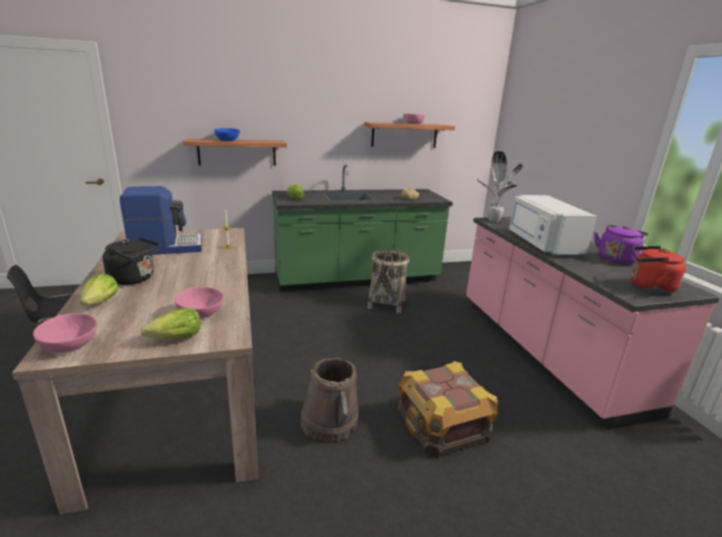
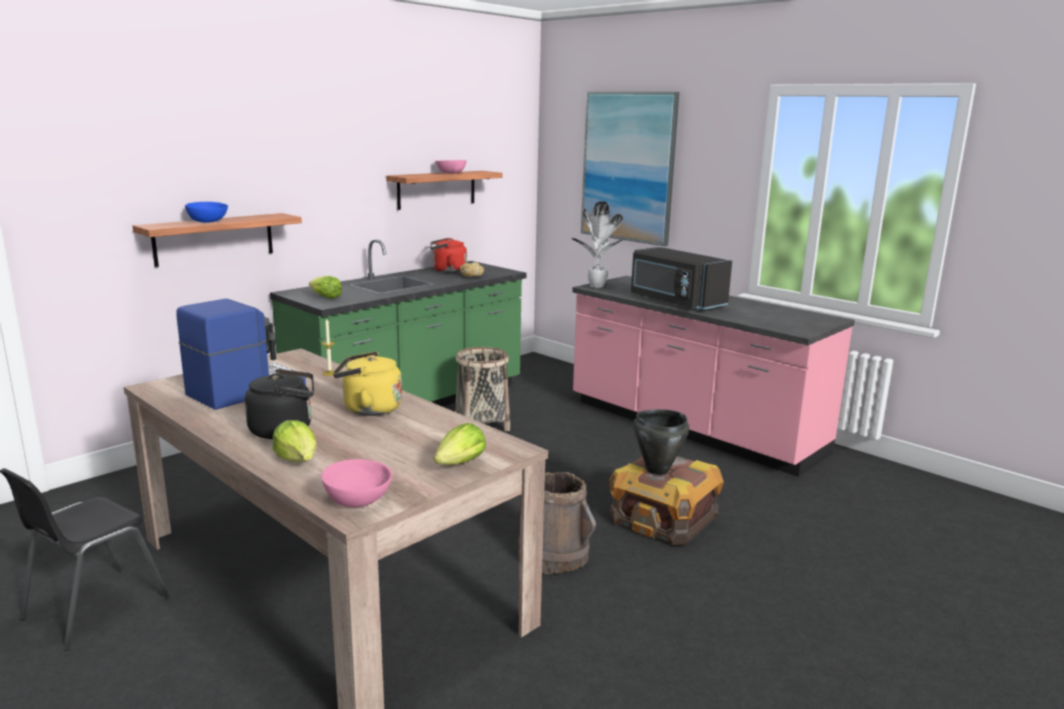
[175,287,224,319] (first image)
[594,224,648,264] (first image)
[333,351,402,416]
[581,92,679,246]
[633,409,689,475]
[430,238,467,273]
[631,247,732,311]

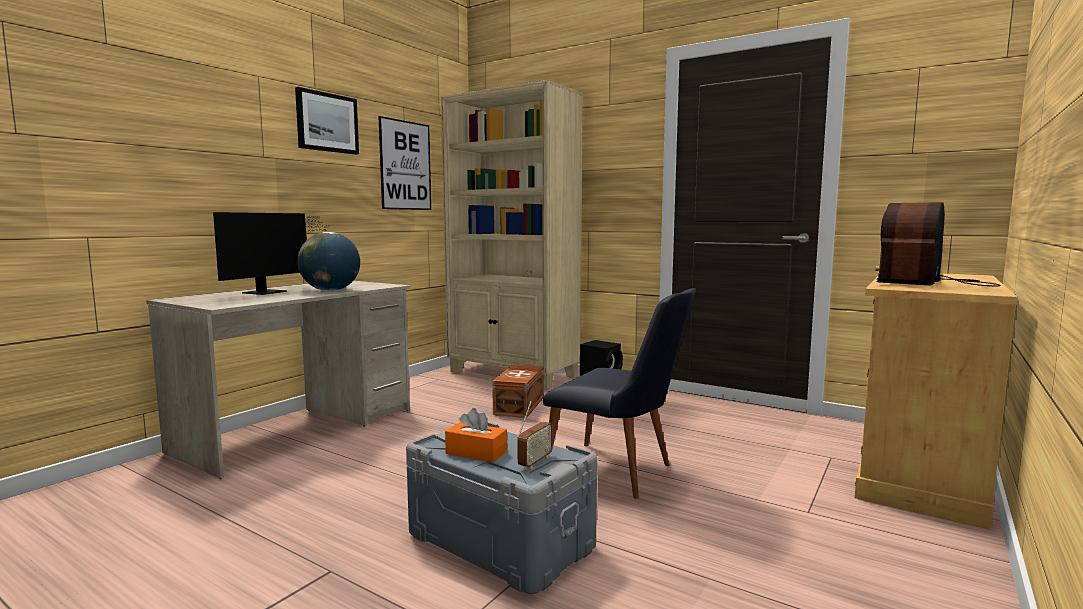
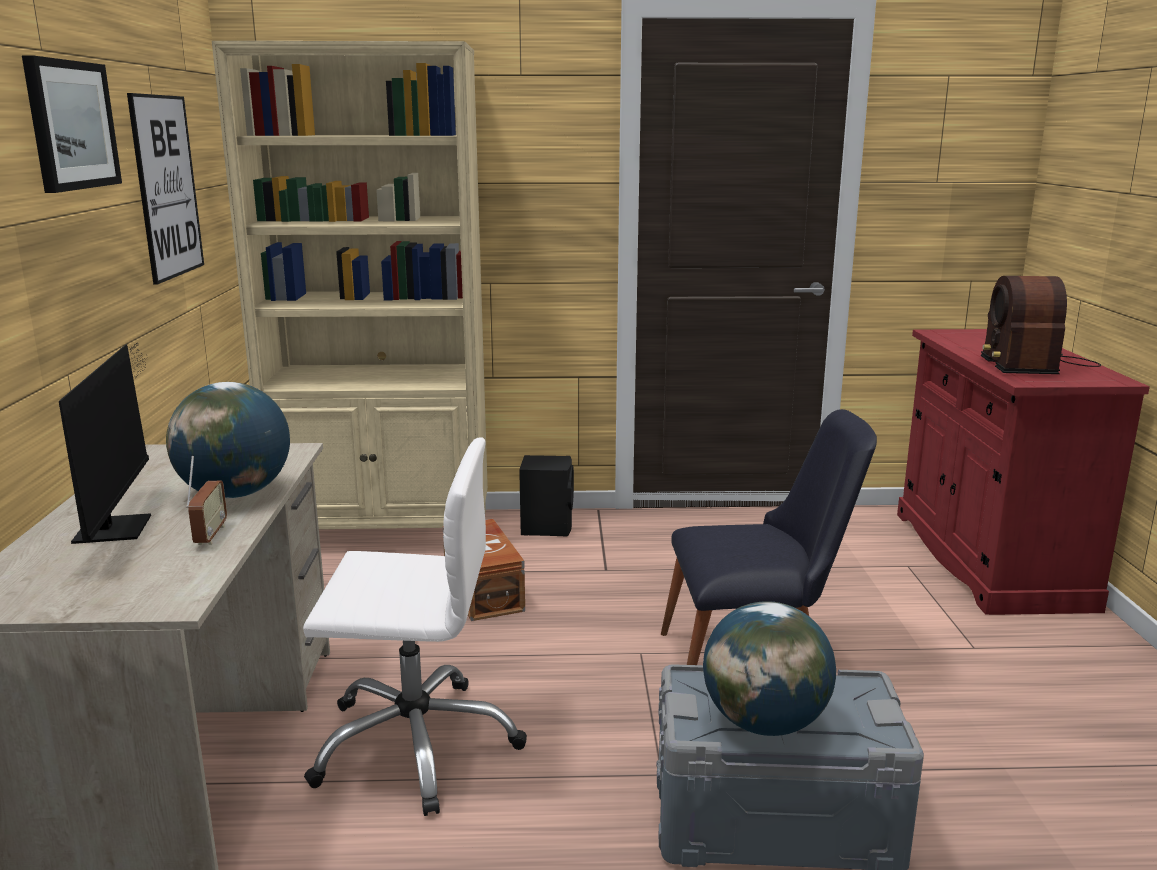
[303,437,527,816]
[186,456,227,545]
[703,601,836,736]
[897,329,1150,615]

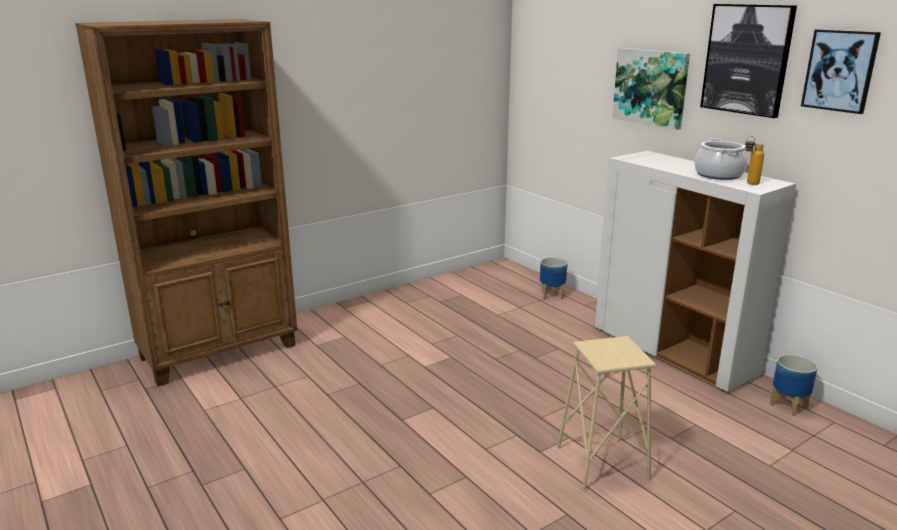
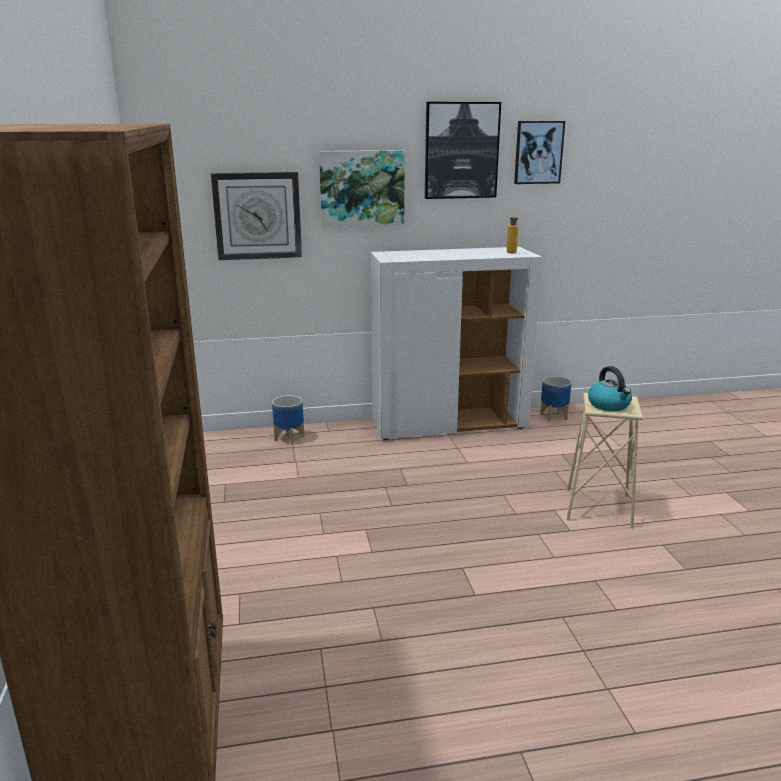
[695,139,747,180] (first image)
[211,172,302,260]
[588,366,632,411]

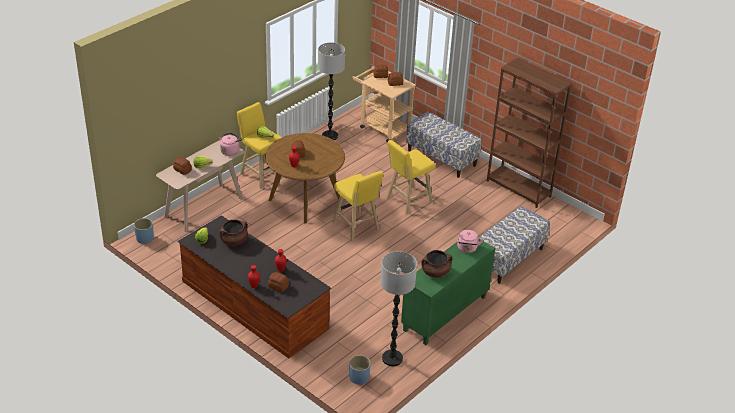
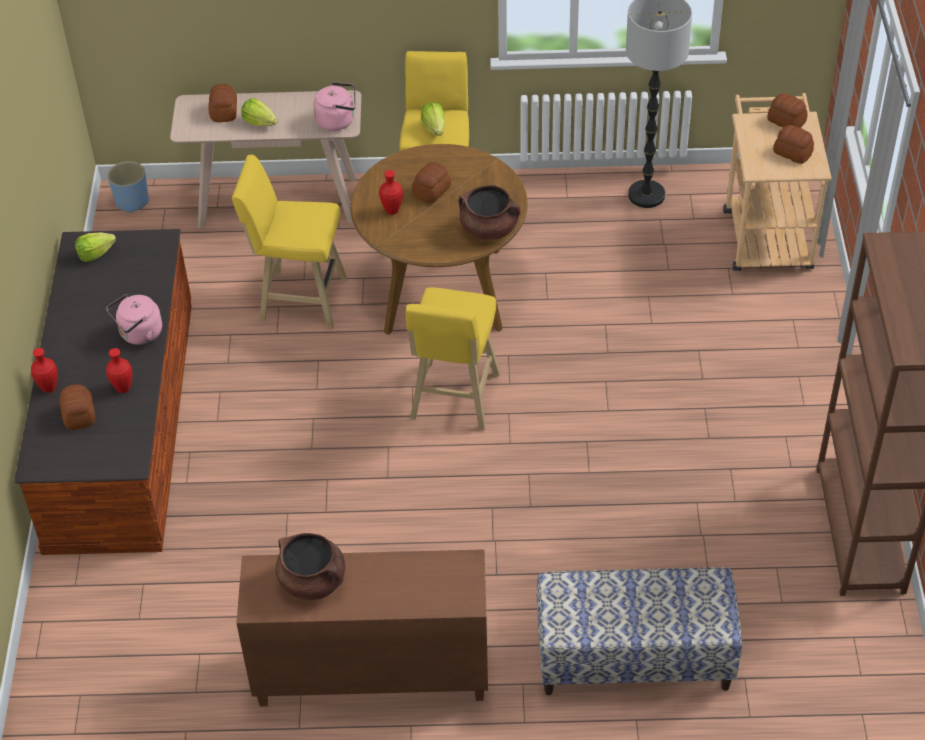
[349,355,371,385] (first image)
[381,251,417,366] (first image)
[406,112,482,178] (first image)
[459,185,520,240]
[232,155,347,329]
[106,294,162,345]
[236,549,488,706]

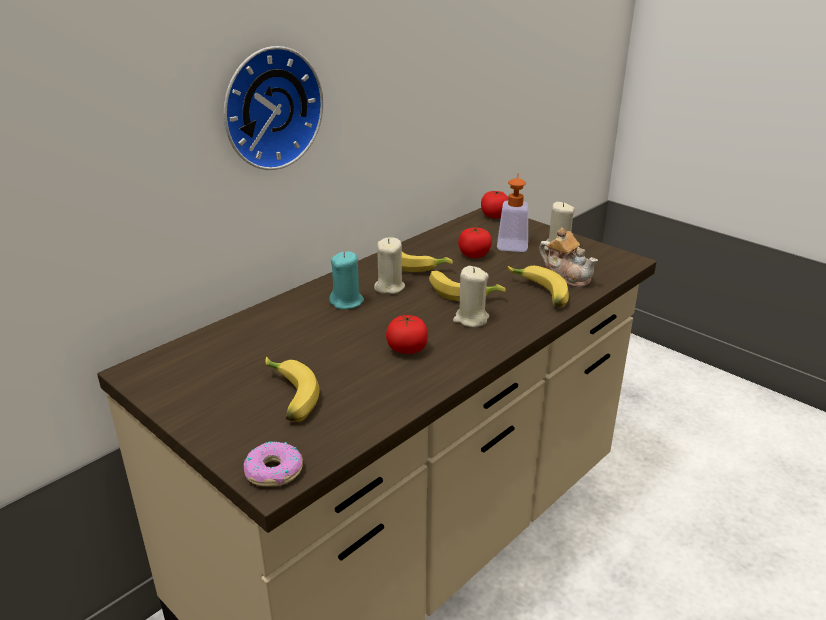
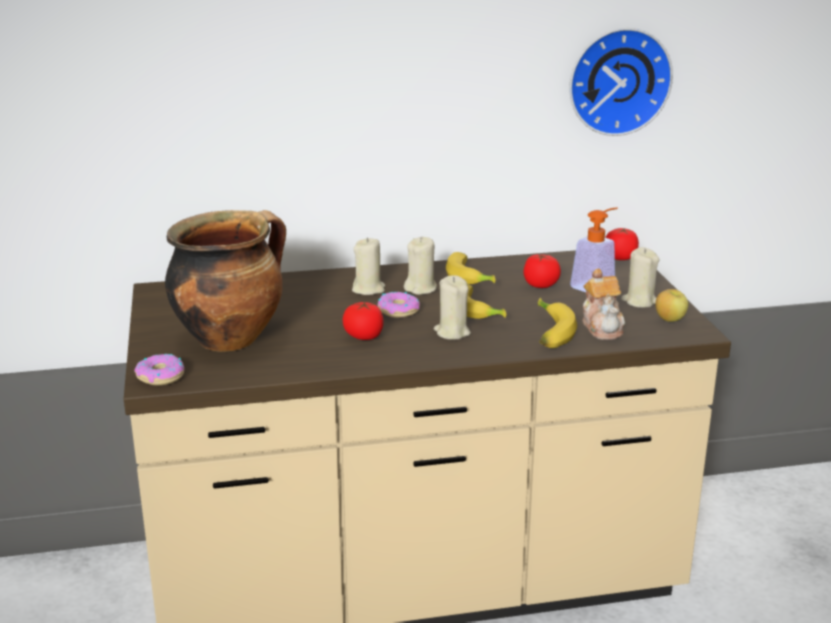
[378,292,420,318]
[655,289,688,322]
[569,28,673,136]
[165,210,286,352]
[352,237,385,295]

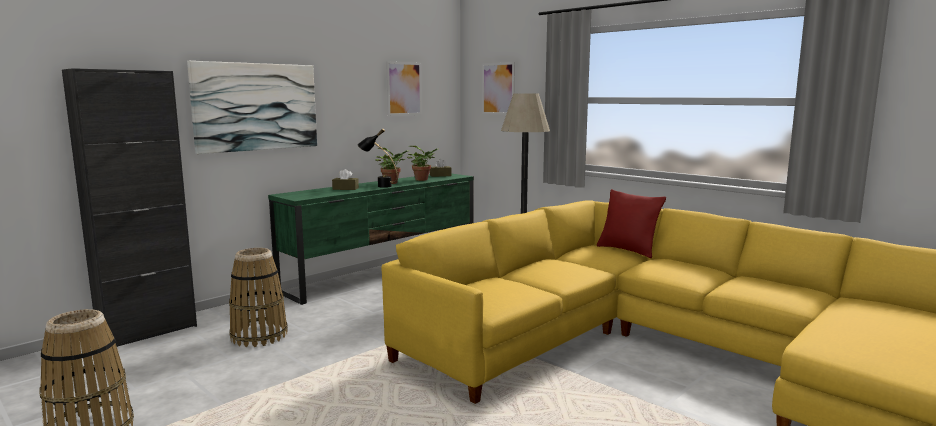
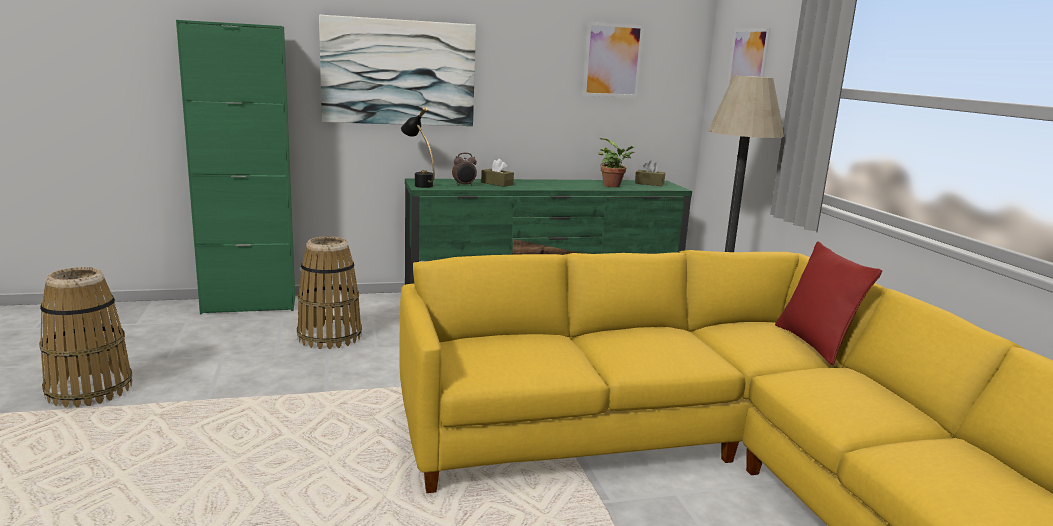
[375,148,409,184] (first image)
[452,153,477,186]
[401,107,435,188]
[176,20,295,314]

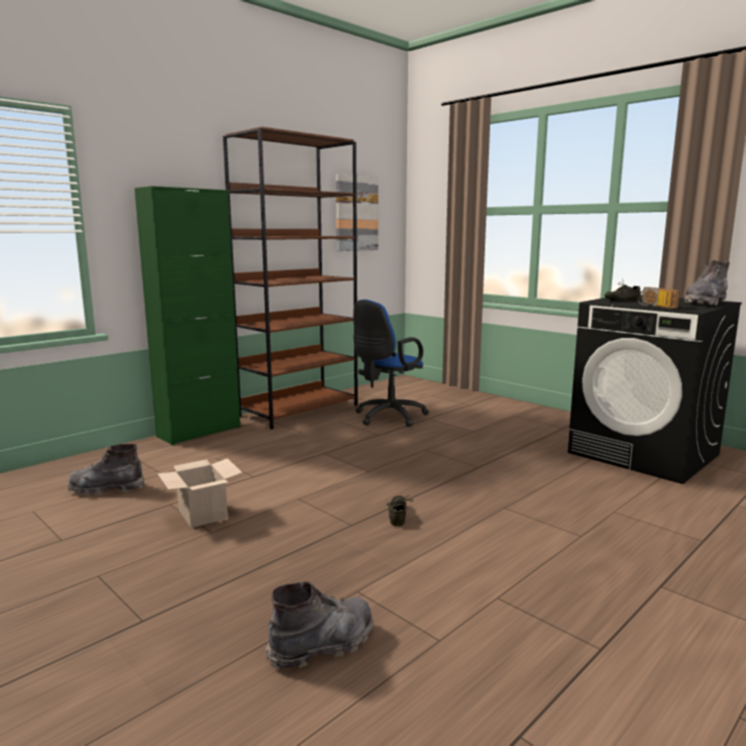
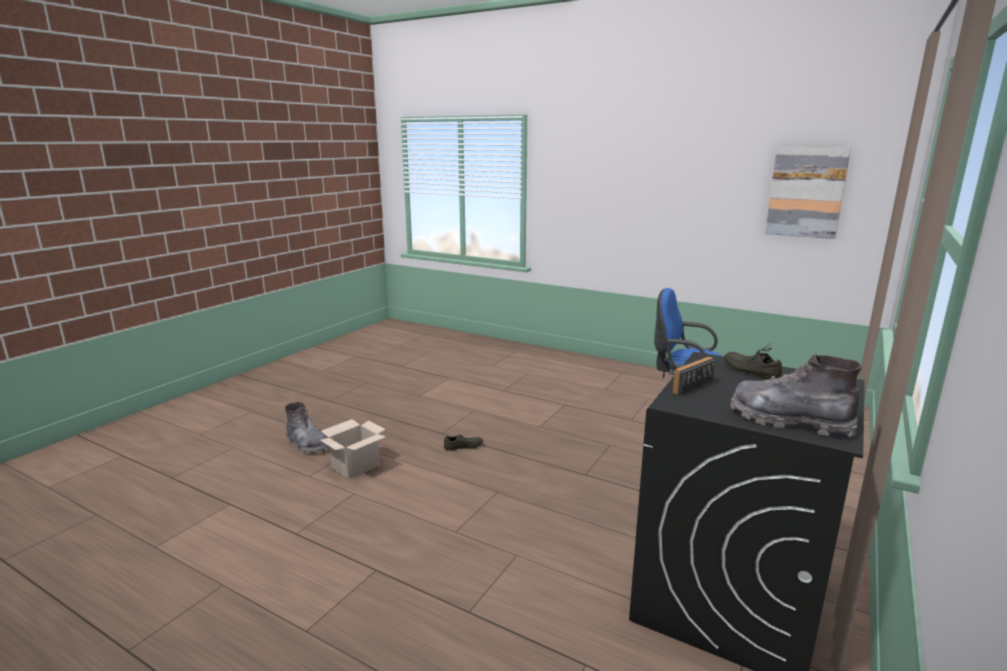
[67,444,145,496] (first image)
[135,186,240,445] (first image)
[223,127,358,429] (first image)
[320,419,386,479]

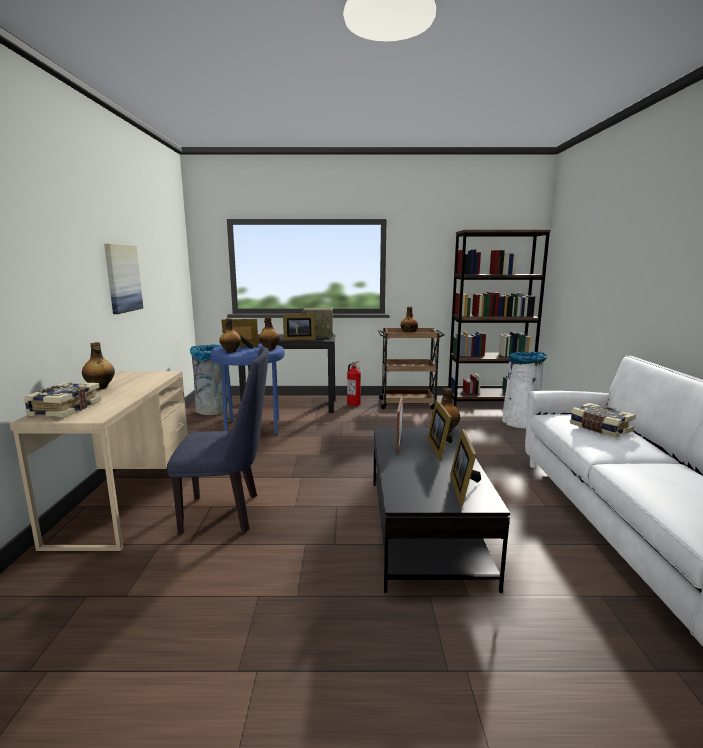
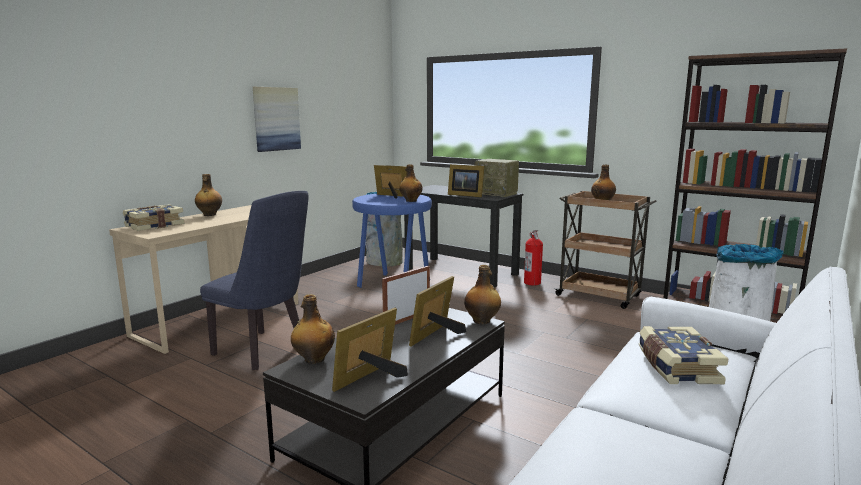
[291,294,335,364]

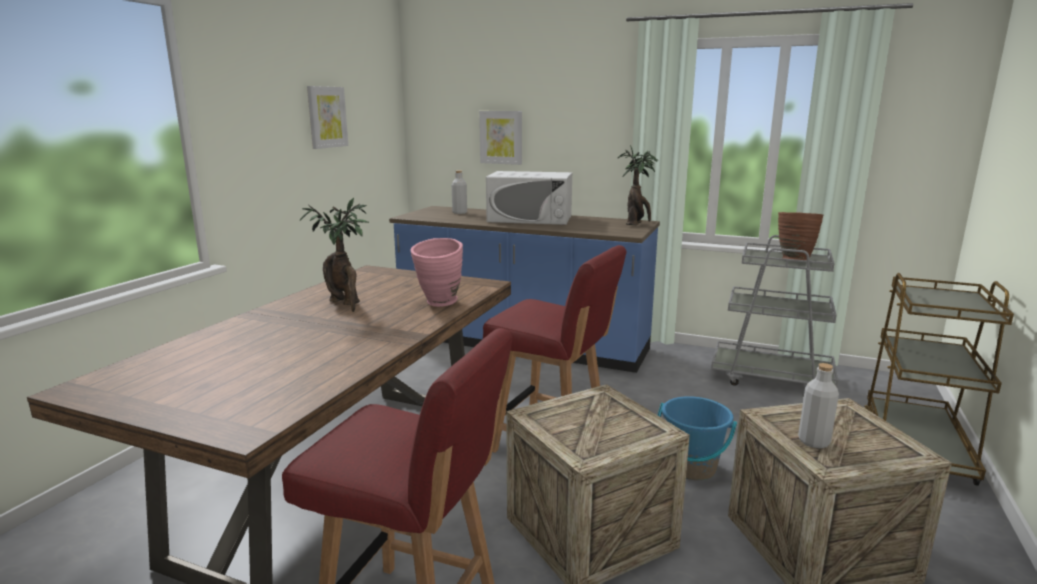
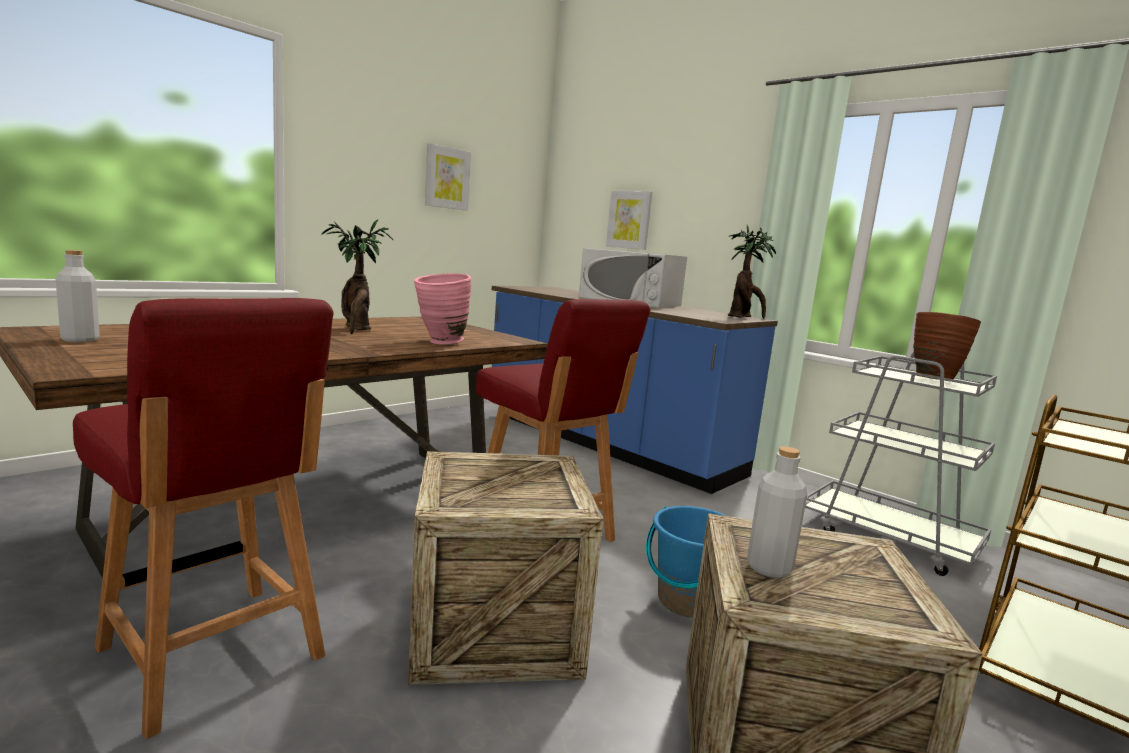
[56,250,100,343]

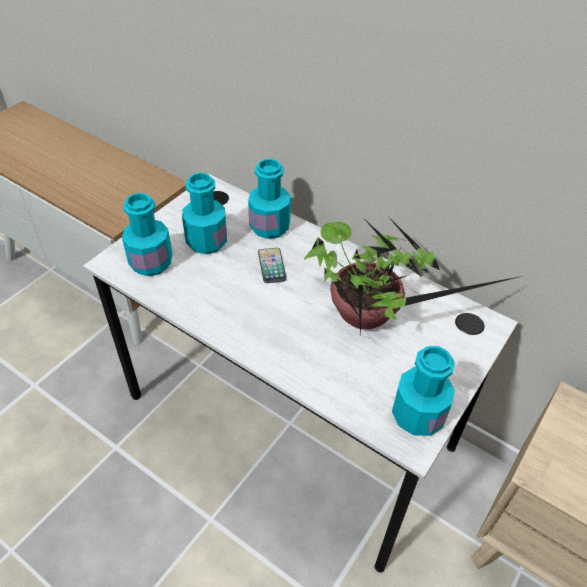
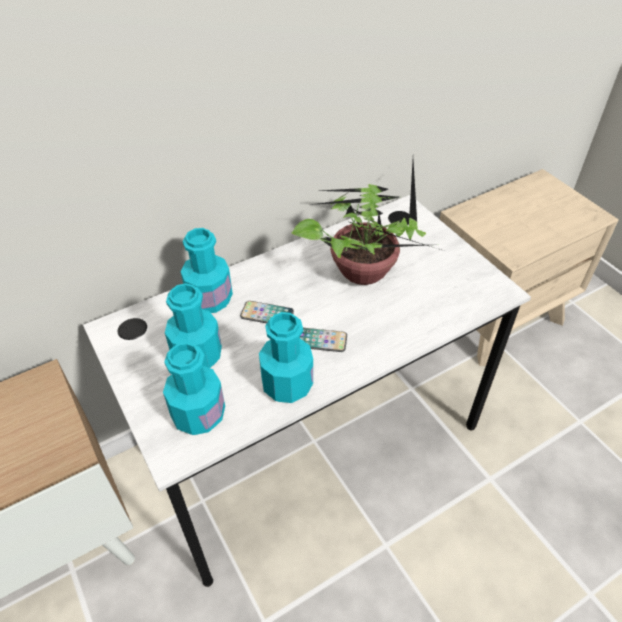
[300,328,347,352]
[259,312,313,403]

